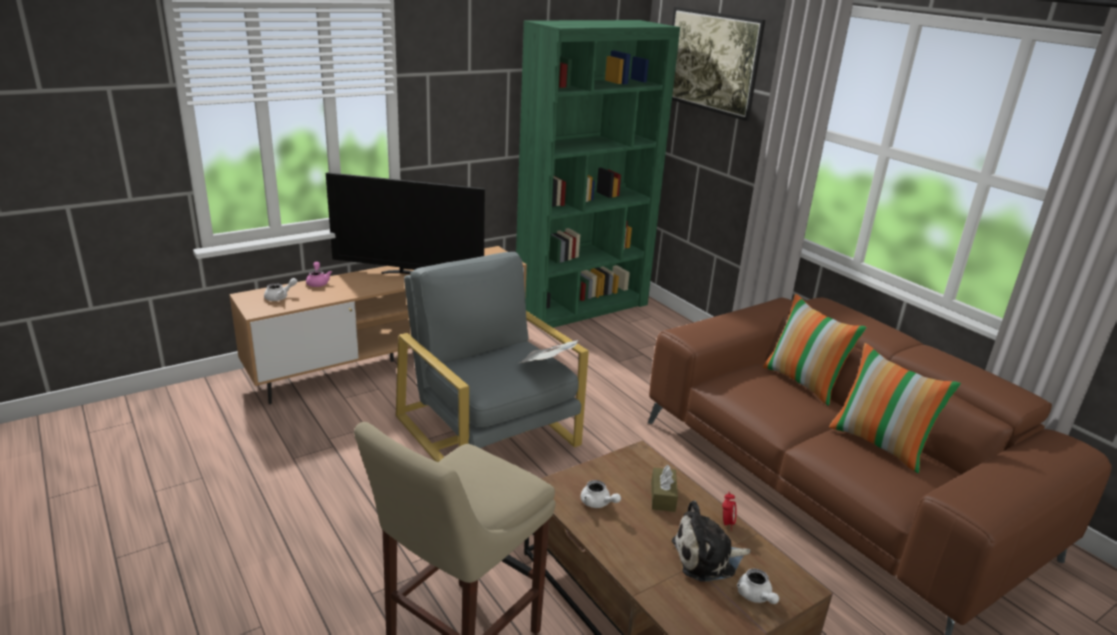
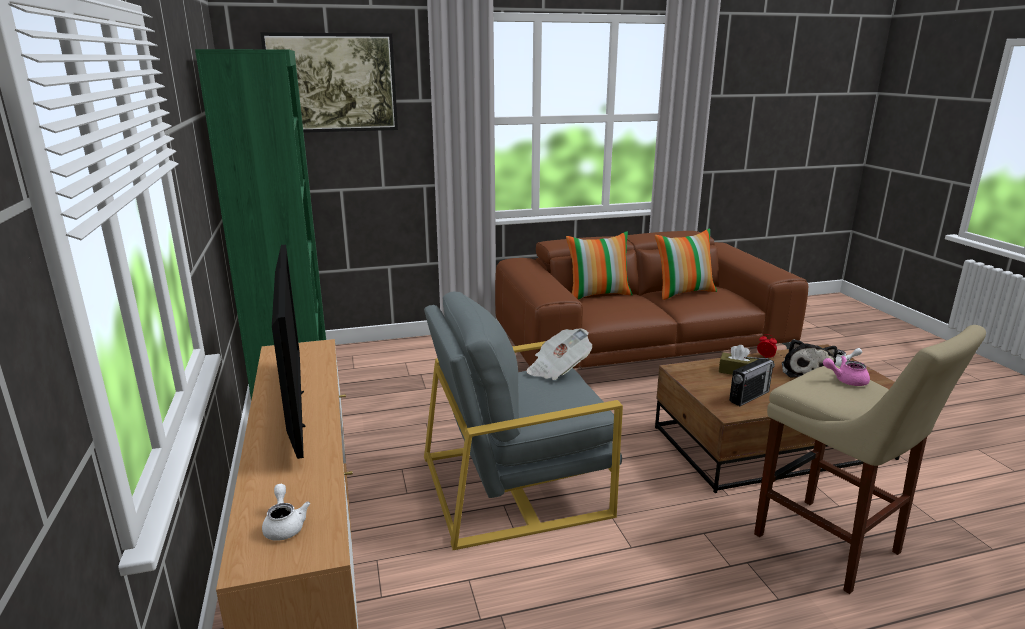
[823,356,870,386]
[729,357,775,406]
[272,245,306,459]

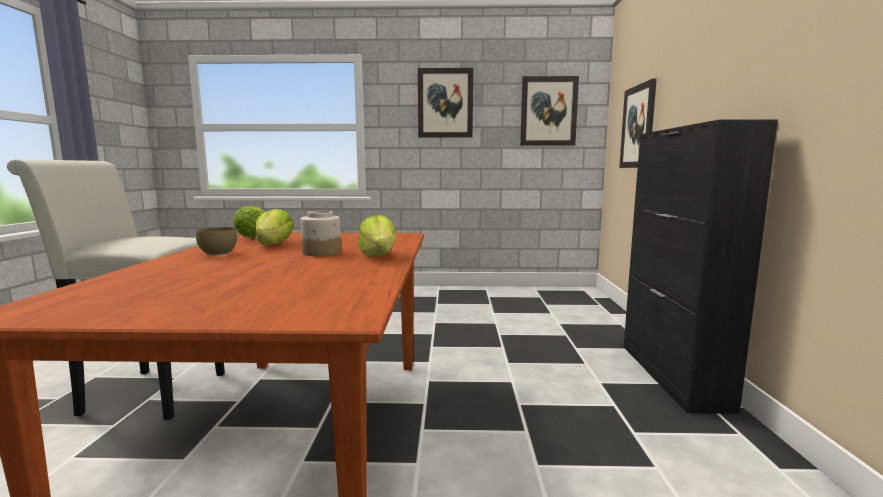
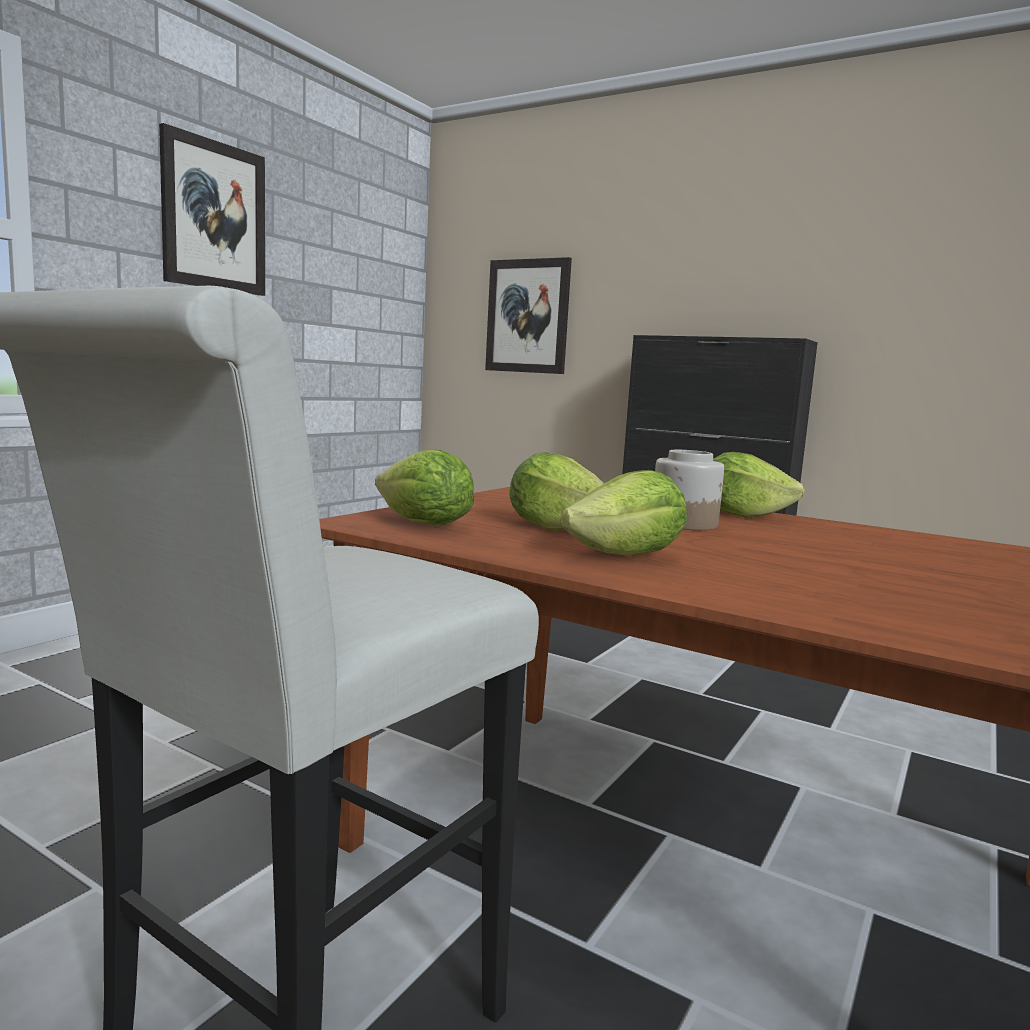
[520,76,579,146] (first image)
[561,470,687,555]

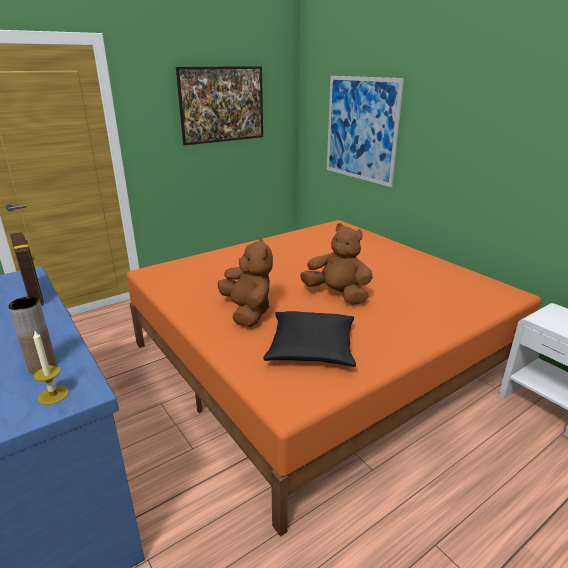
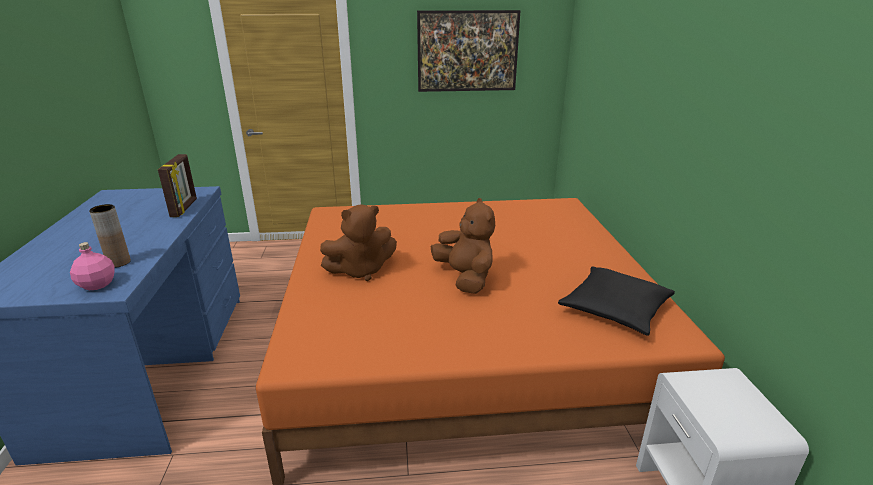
[327,76,404,187] (first image)
[558,266,675,336]
[70,242,115,290]
[320,204,397,281]

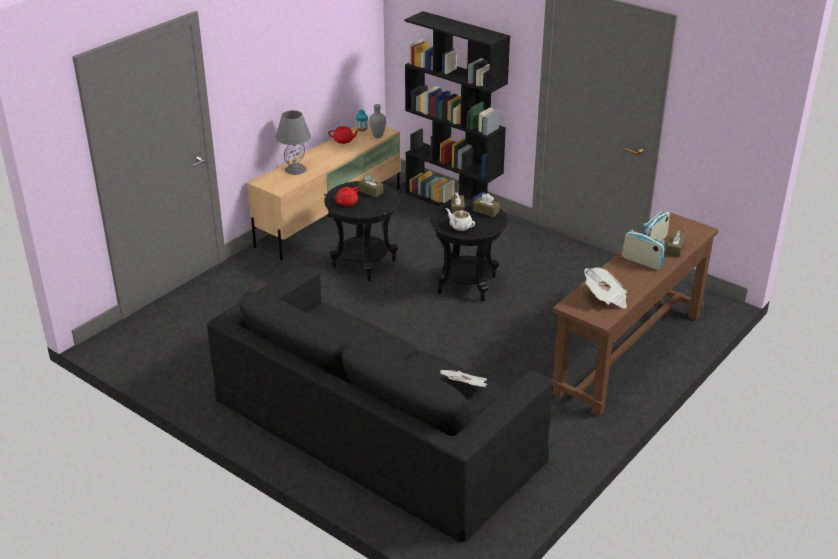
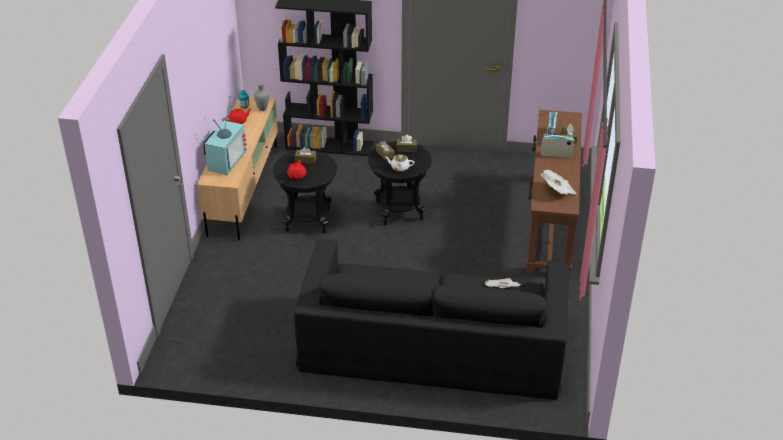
[204,96,247,175]

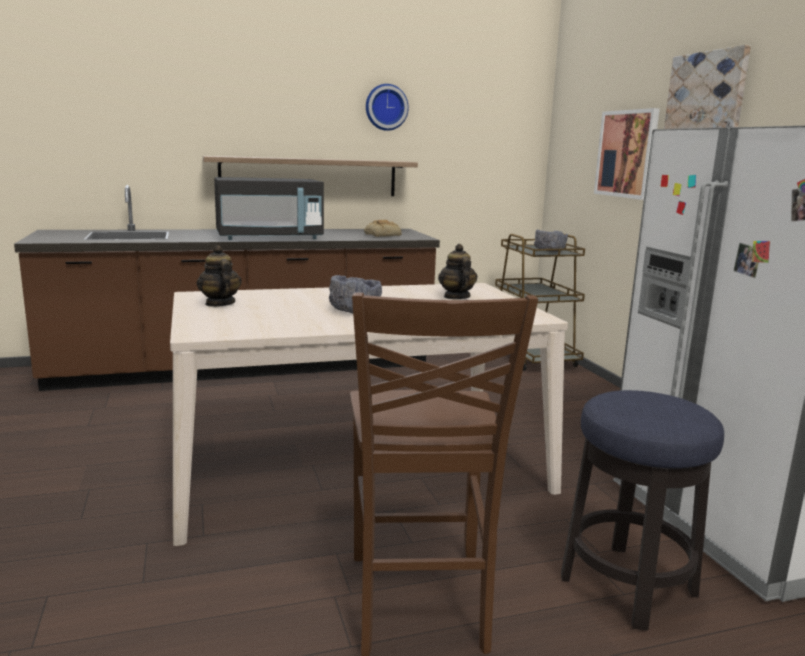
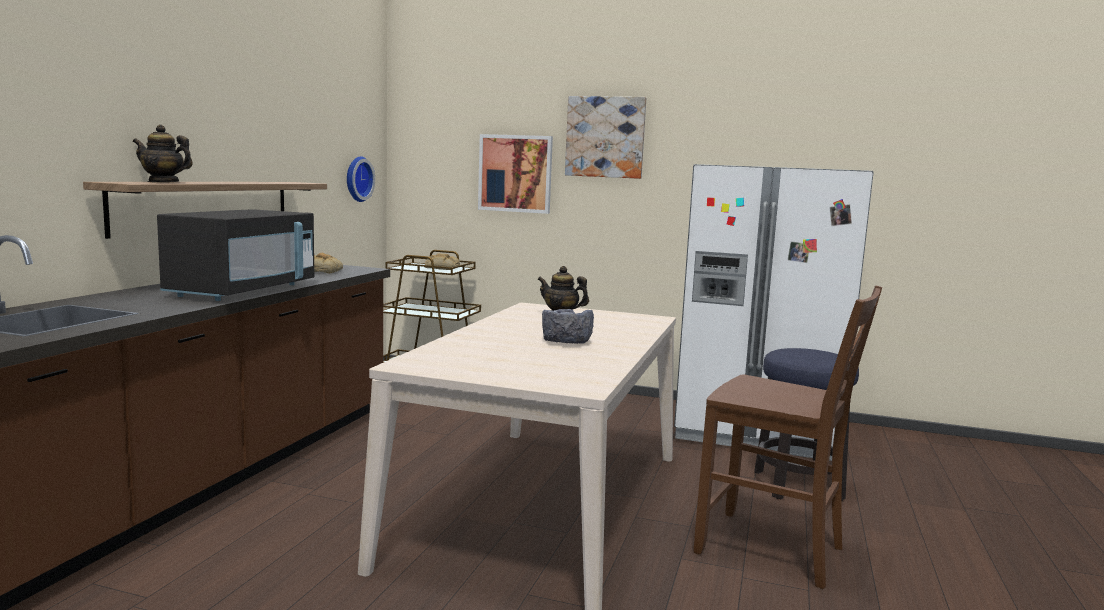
[133,125,193,183]
[347,156,375,202]
[425,254,460,270]

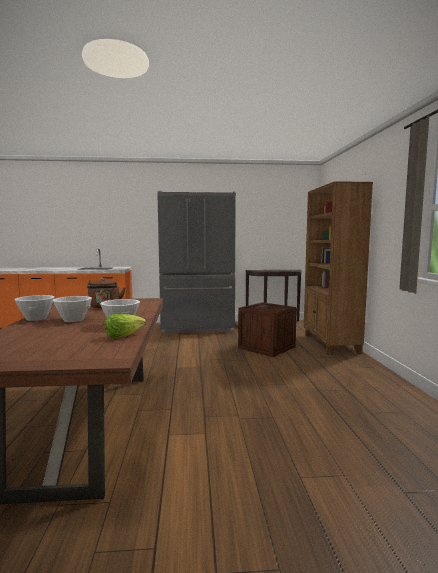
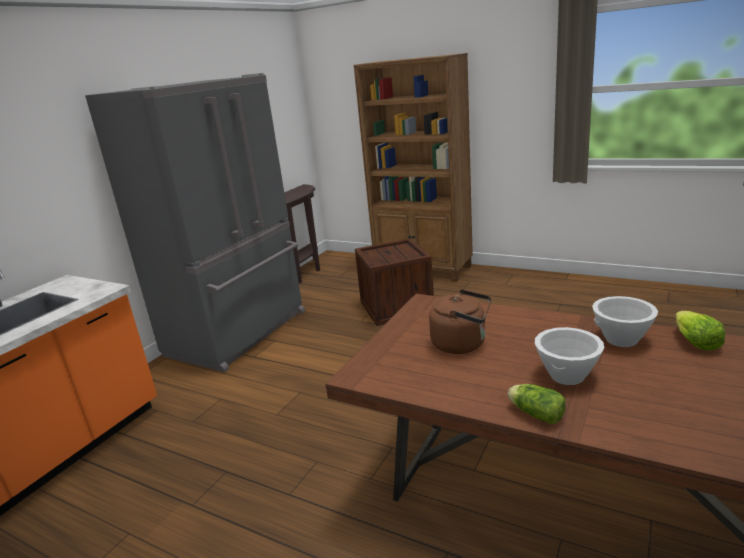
[508,384,566,424]

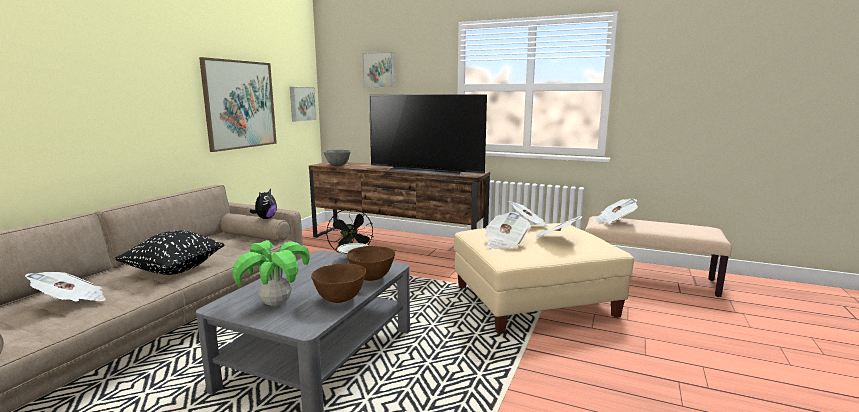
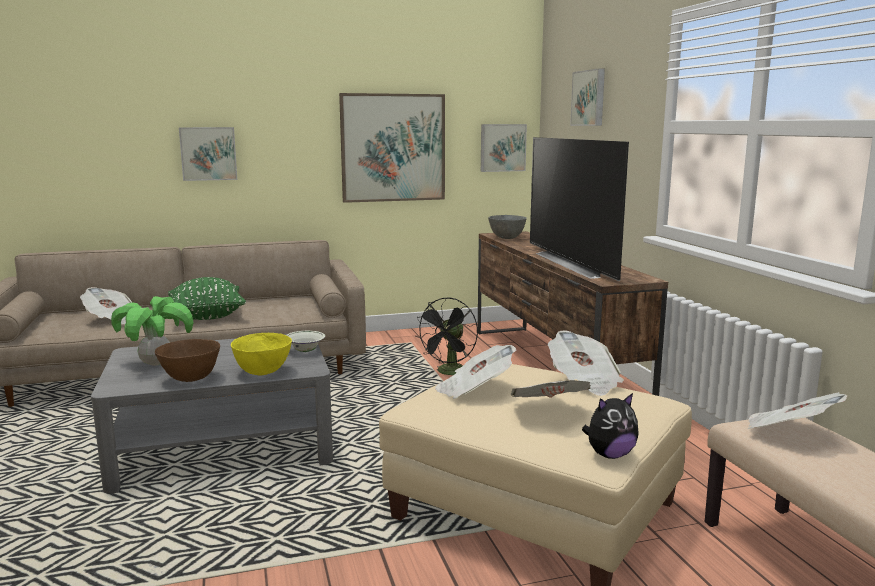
[179,127,237,181]
[582,393,639,459]
[168,277,246,320]
[231,333,292,376]

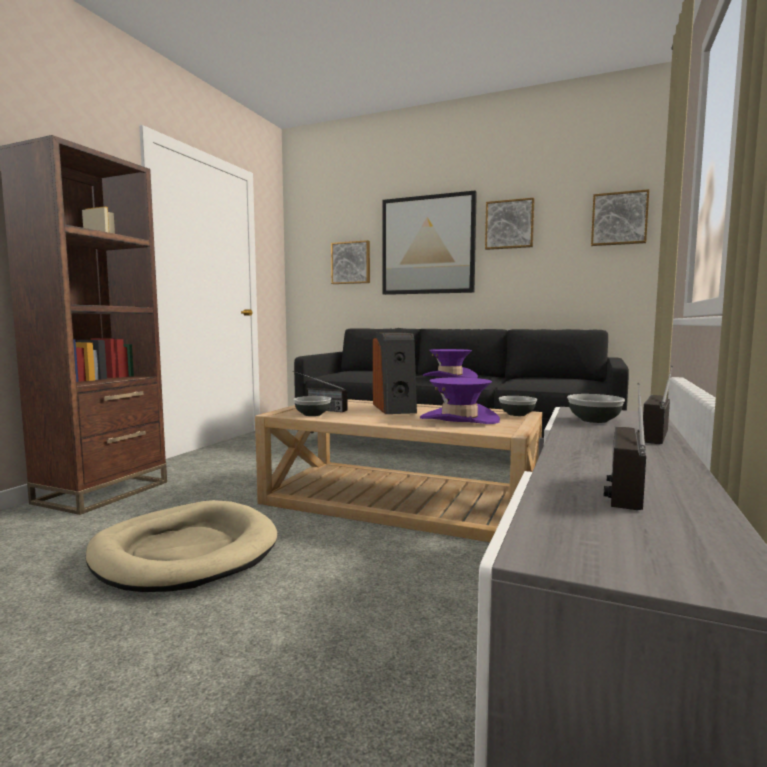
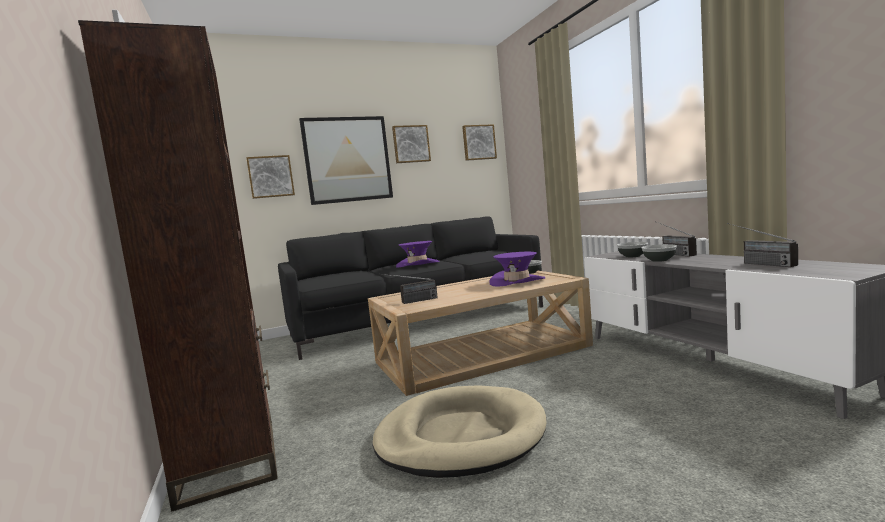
[373,333,417,414] (first image)
[641,244,677,262]

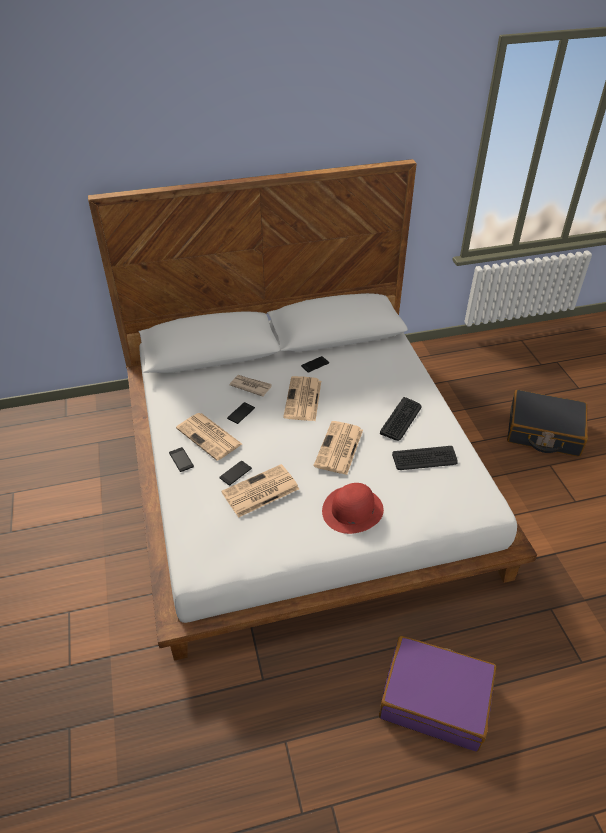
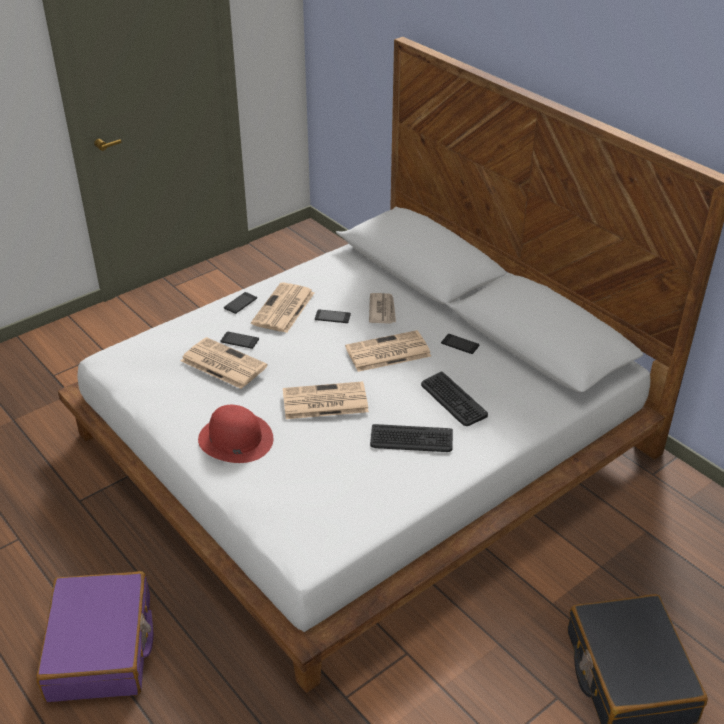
[421,372,488,426]

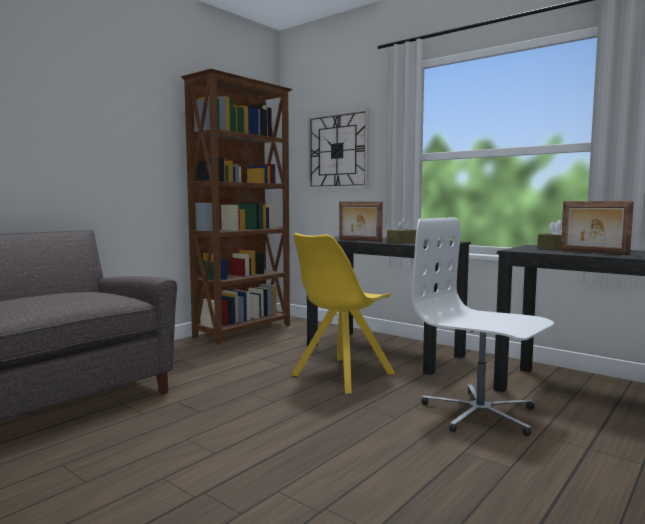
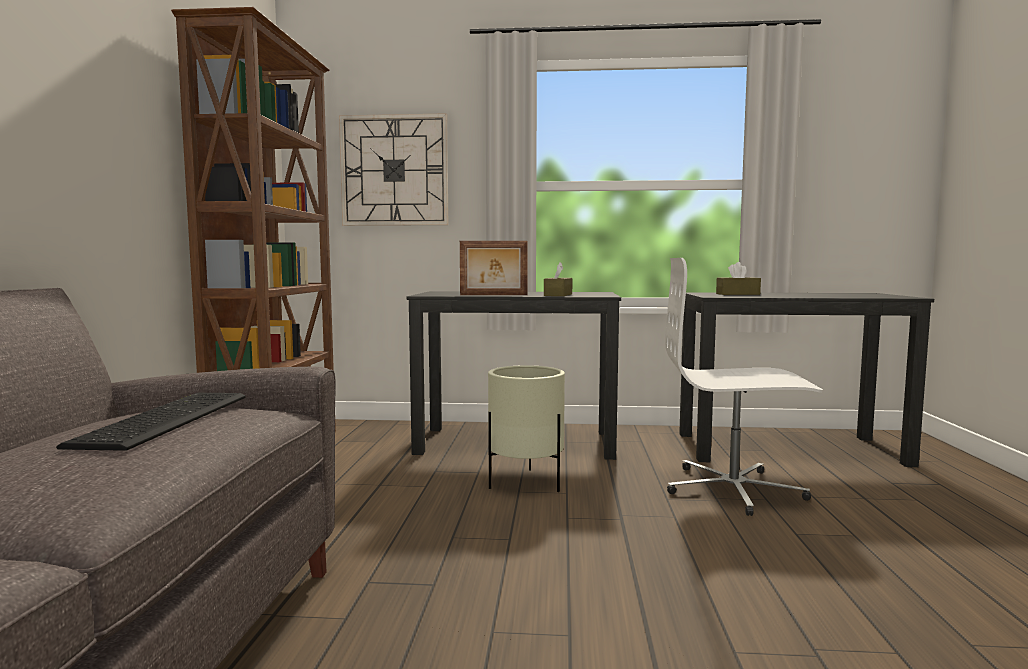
[561,201,634,255] (first image)
[56,393,246,451]
[488,365,565,492]

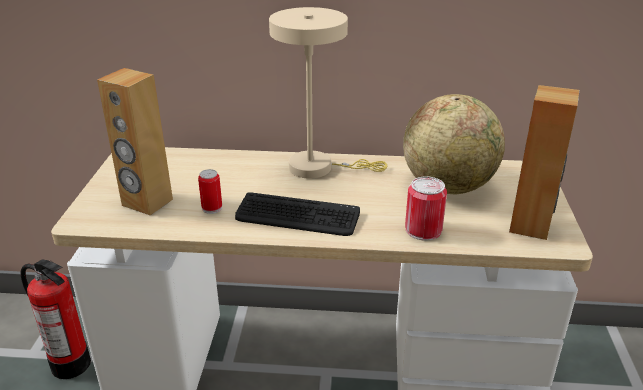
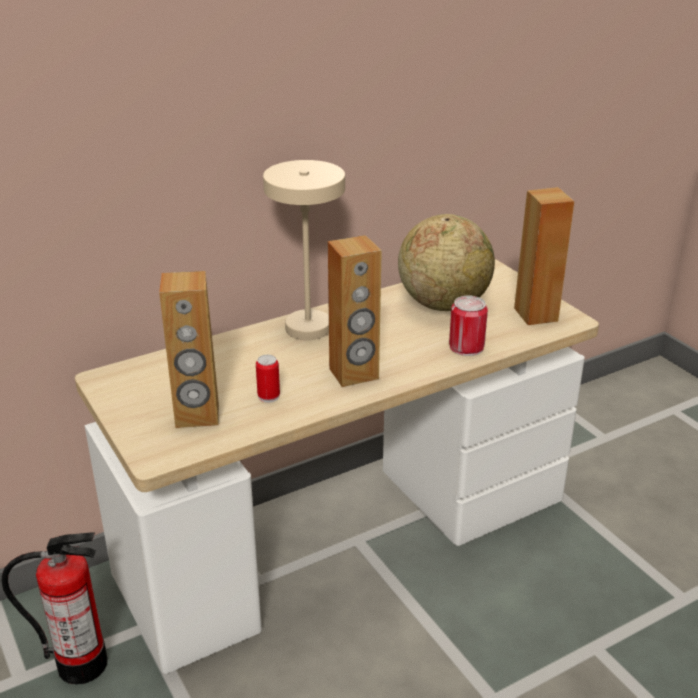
[328,235,382,387]

